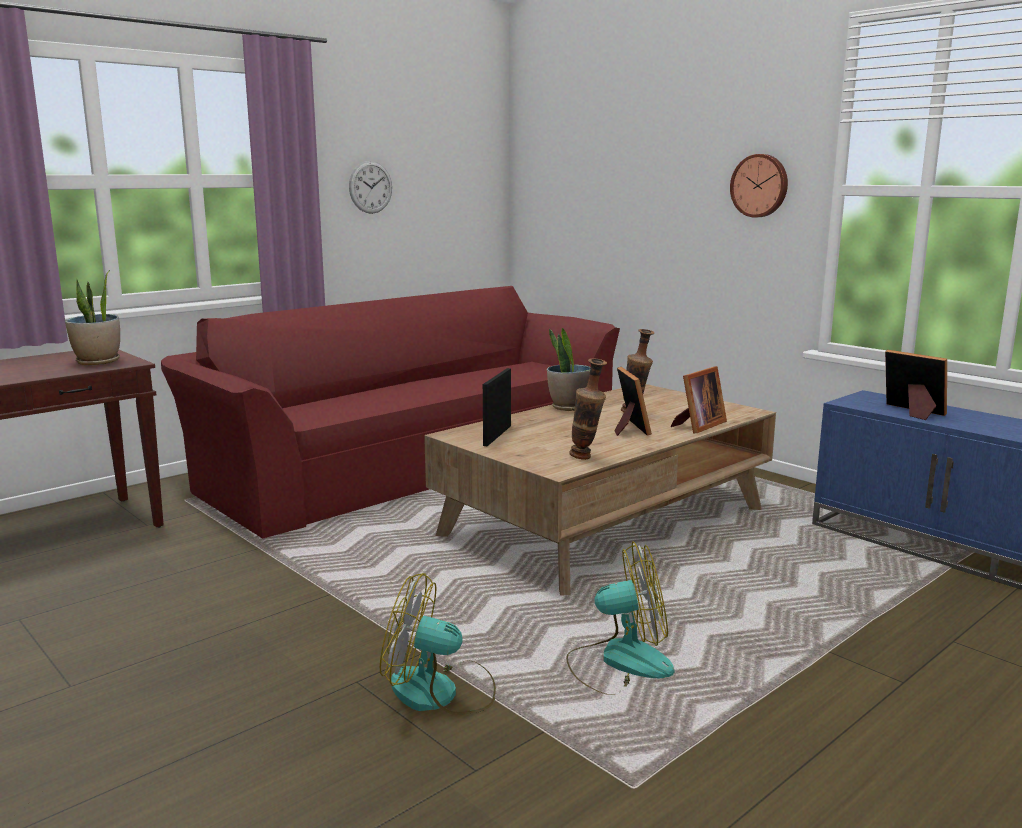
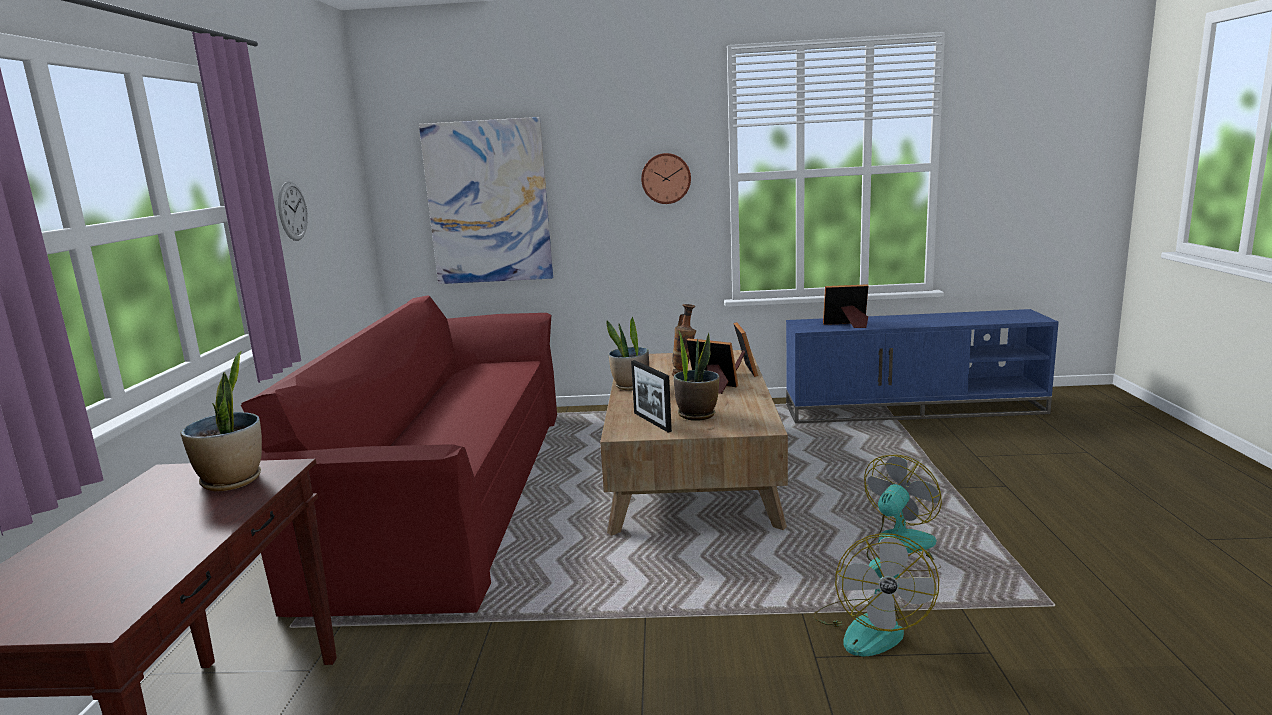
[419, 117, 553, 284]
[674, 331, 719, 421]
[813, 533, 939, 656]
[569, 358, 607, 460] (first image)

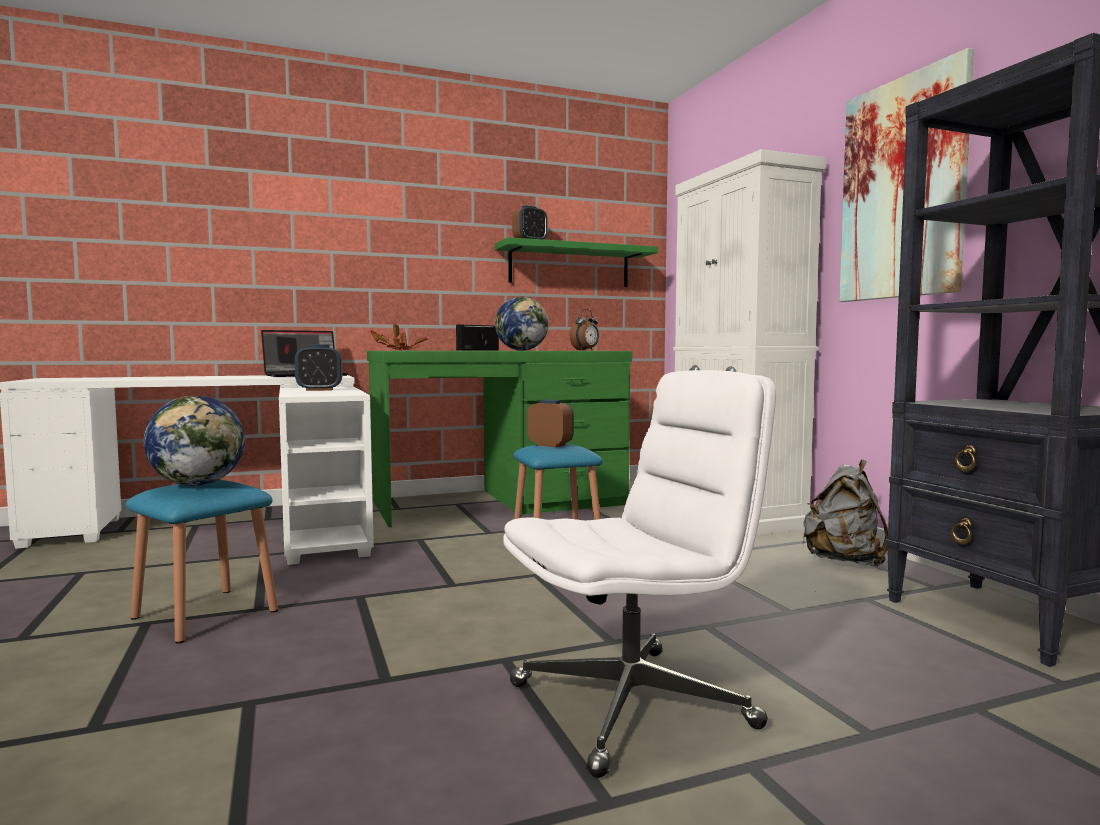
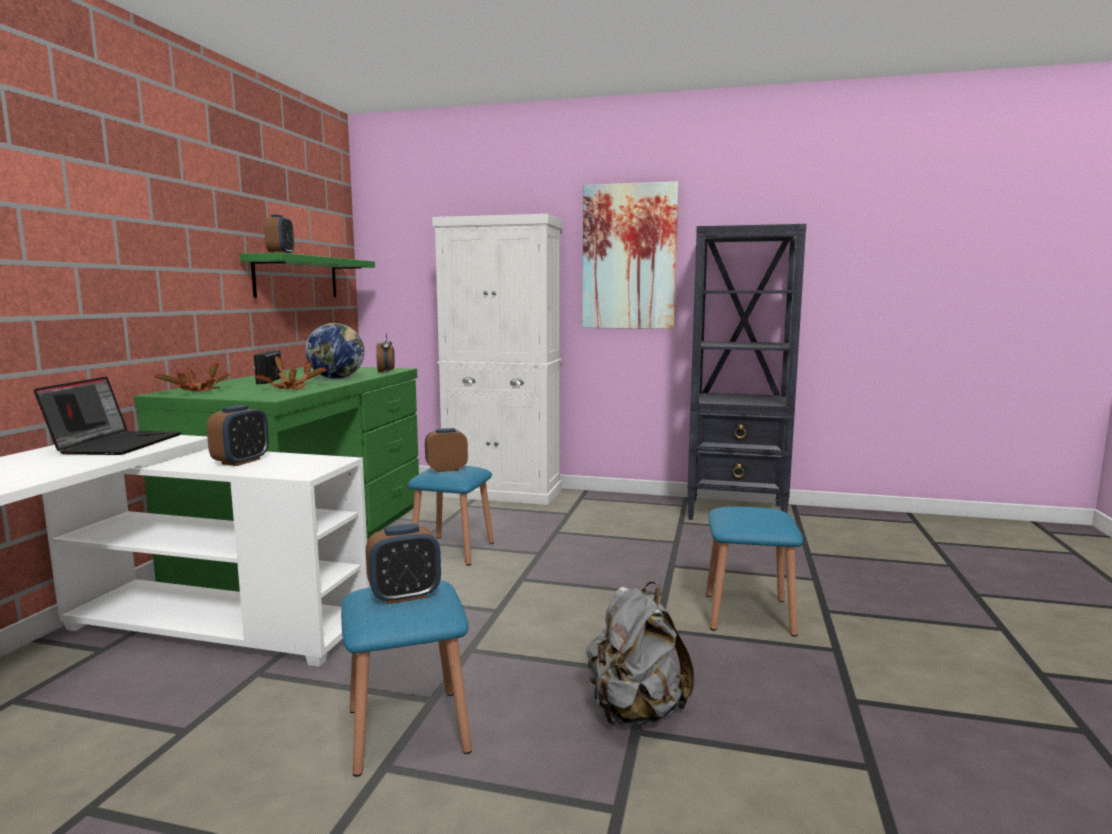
[255, 356, 327, 390]
[366, 524, 441, 604]
[586, 582, 694, 726]
[706, 507, 803, 636]

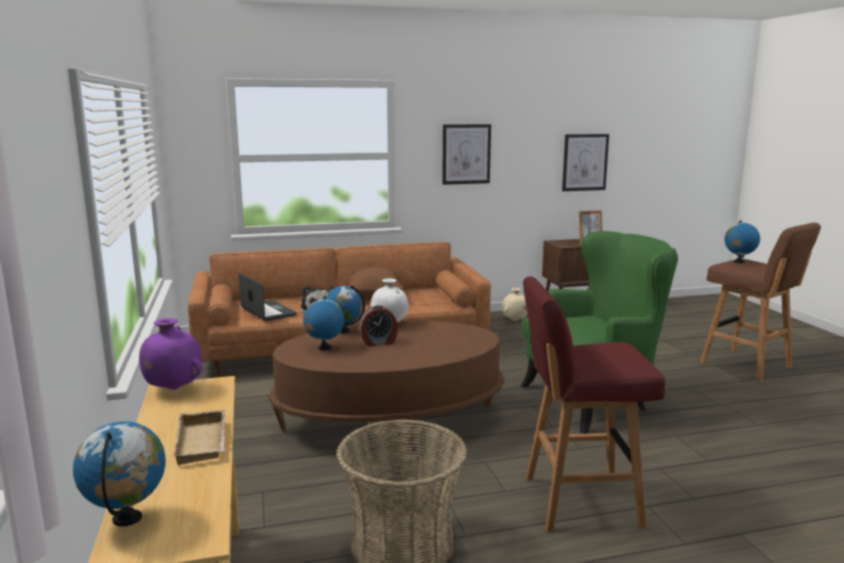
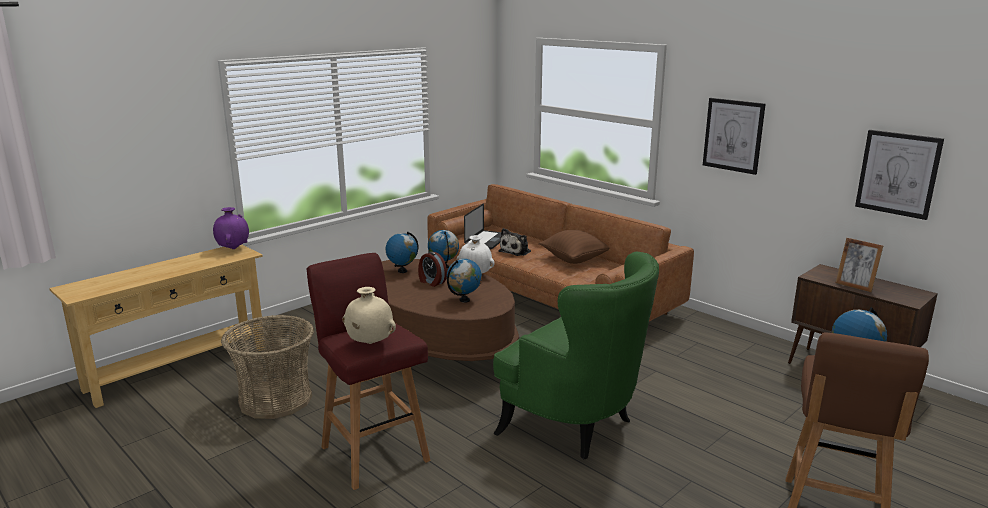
[342, 287, 396, 344]
[447, 259, 482, 303]
[173, 410, 225, 465] (first image)

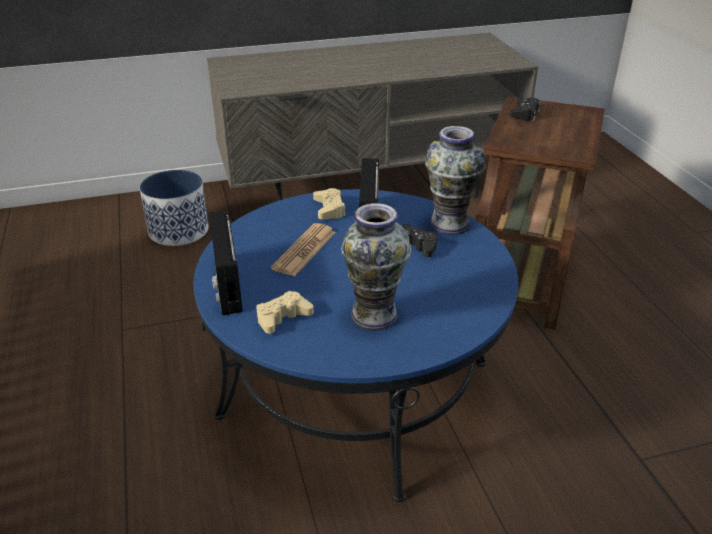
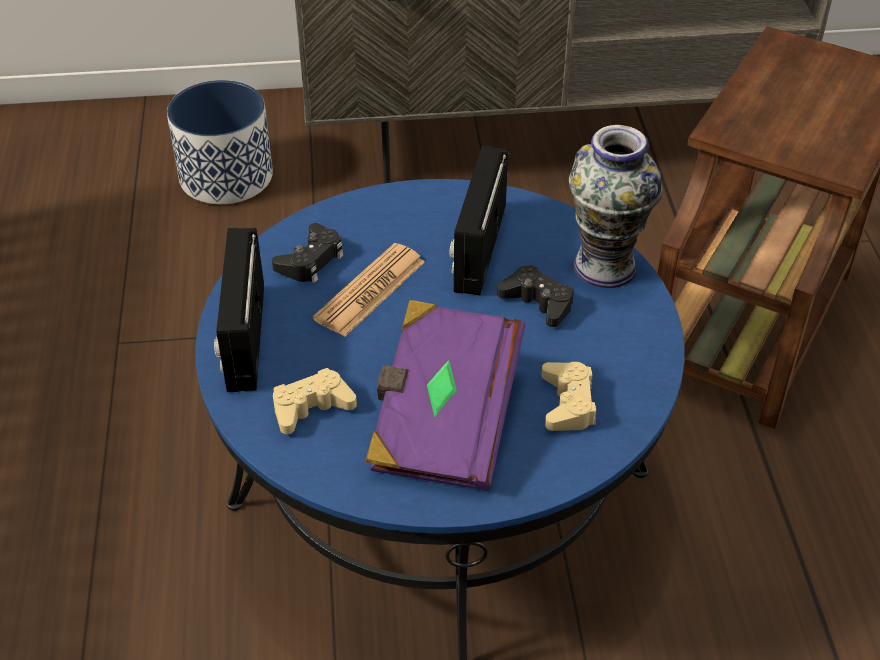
[272, 223, 344, 283]
[365, 300, 525, 491]
[541, 362, 597, 431]

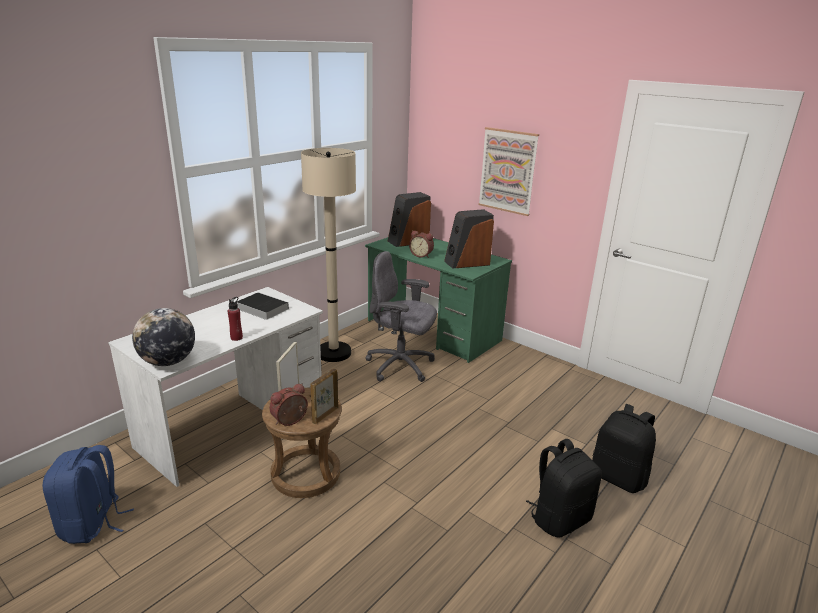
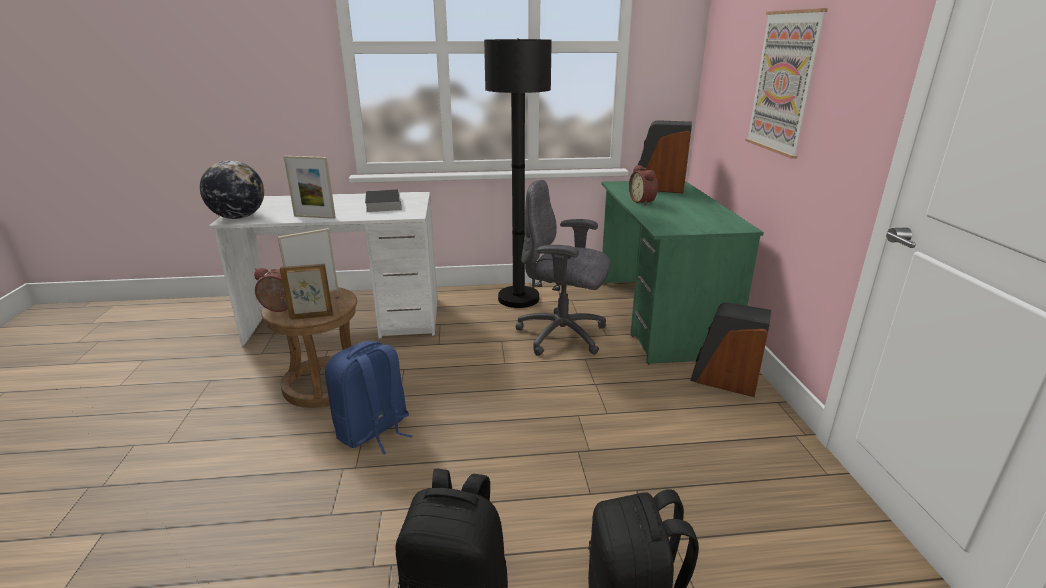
[283, 156, 336, 219]
[325, 341, 413, 455]
[484, 39, 552, 308]
[515, 180, 610, 356]
[690, 303, 771, 397]

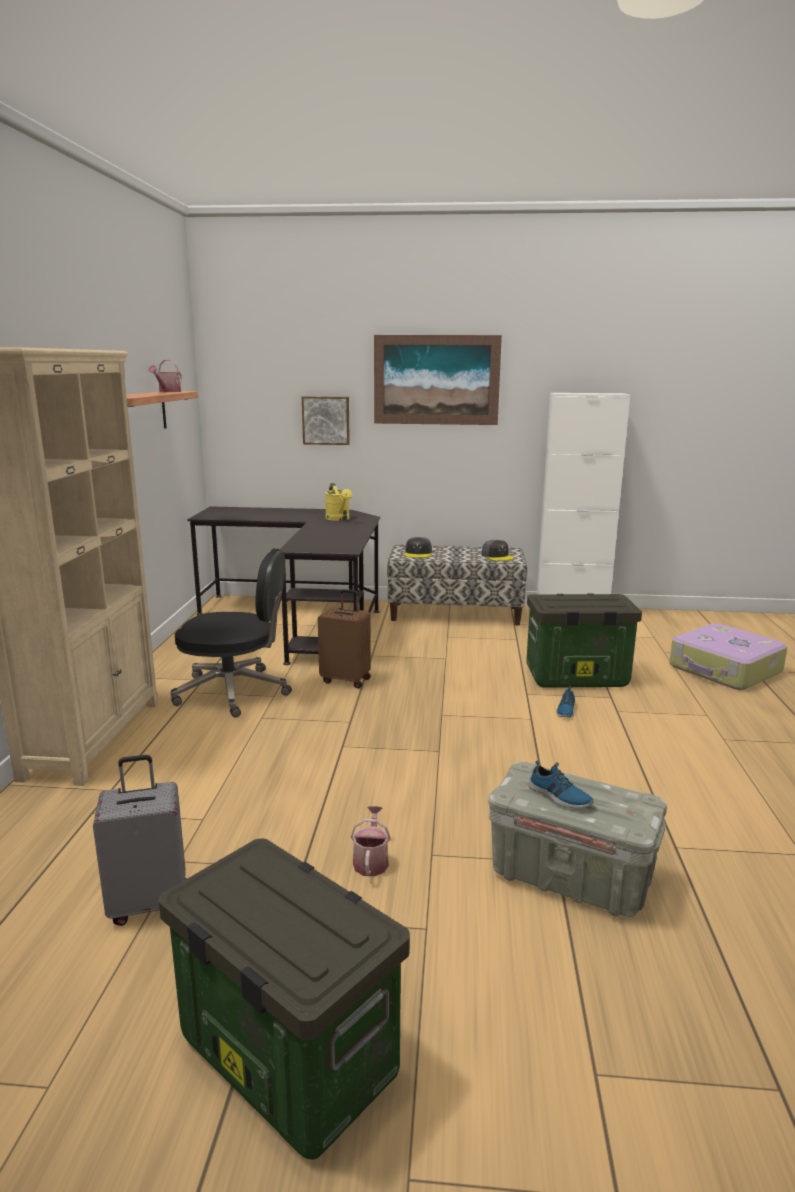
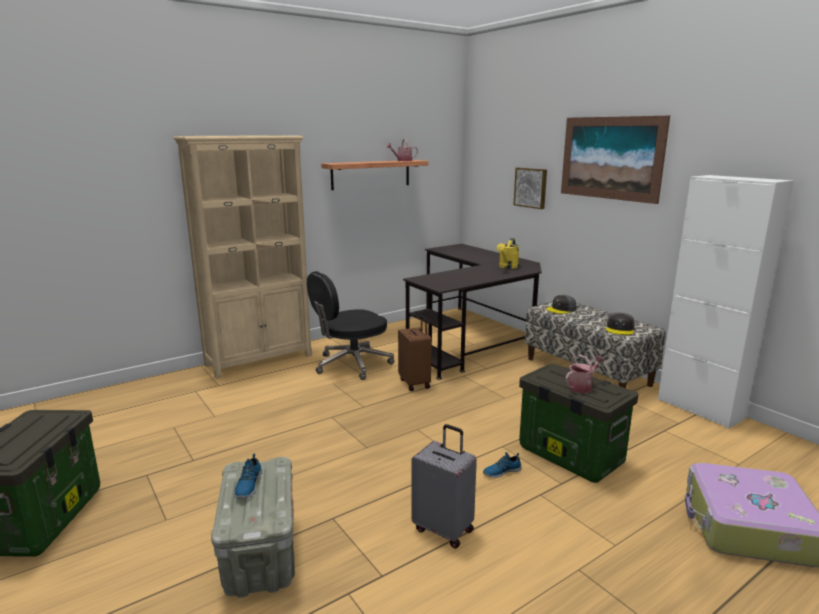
[307, 271, 394, 380]
[411, 424, 477, 549]
[565, 355, 604, 393]

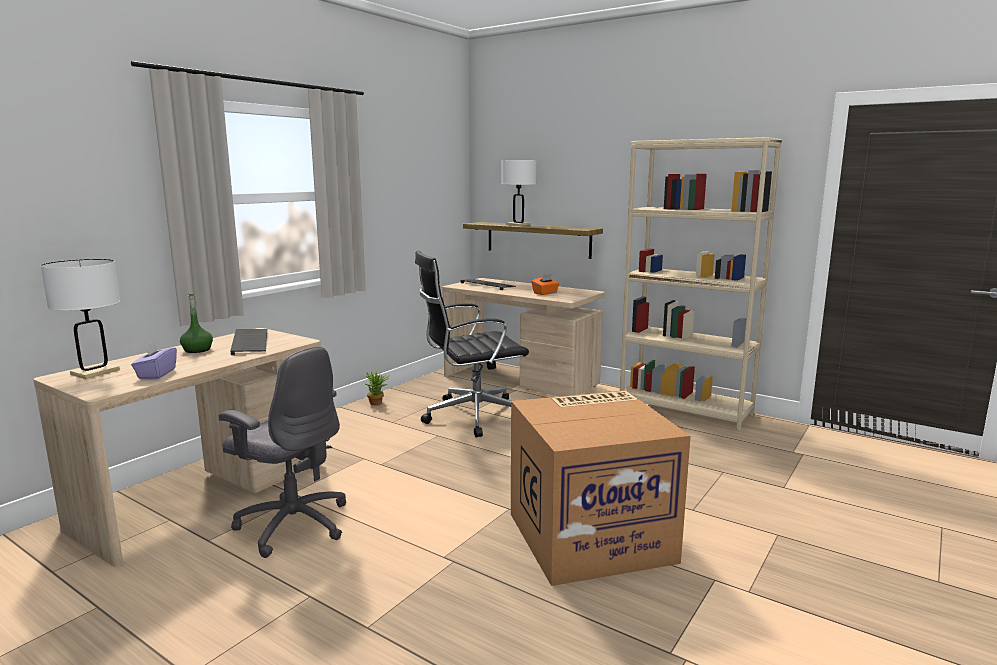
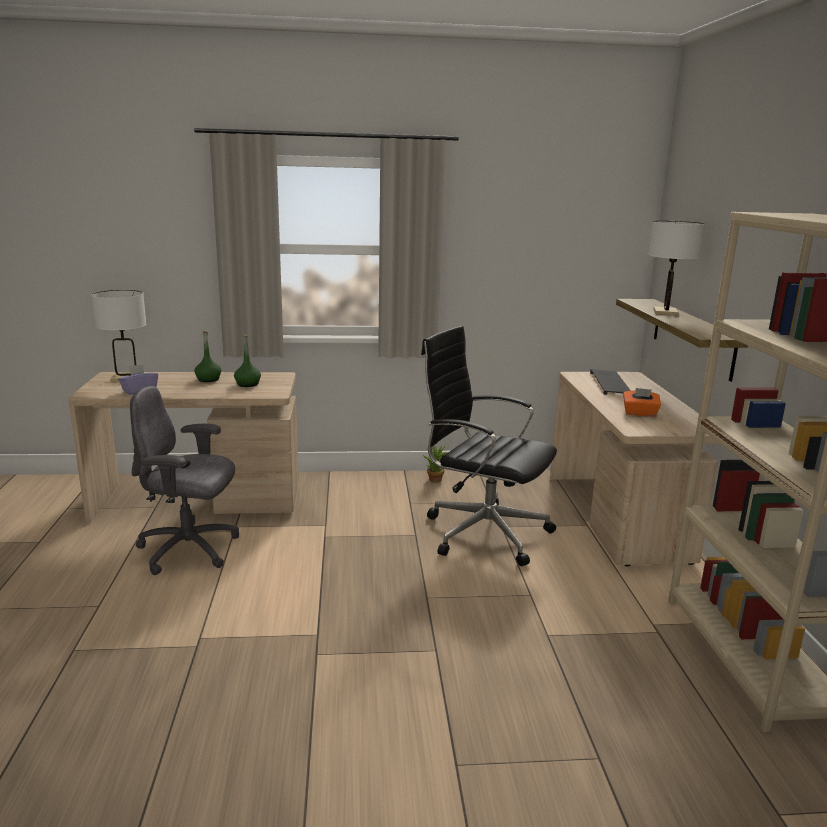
[130, 386, 239, 575]
[234, 335, 261, 387]
[511, 390, 691, 586] (first image)

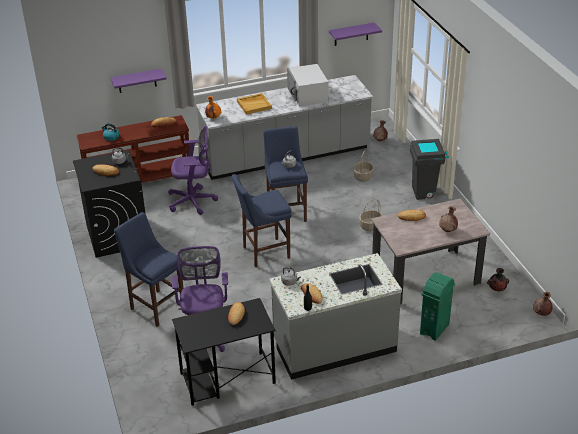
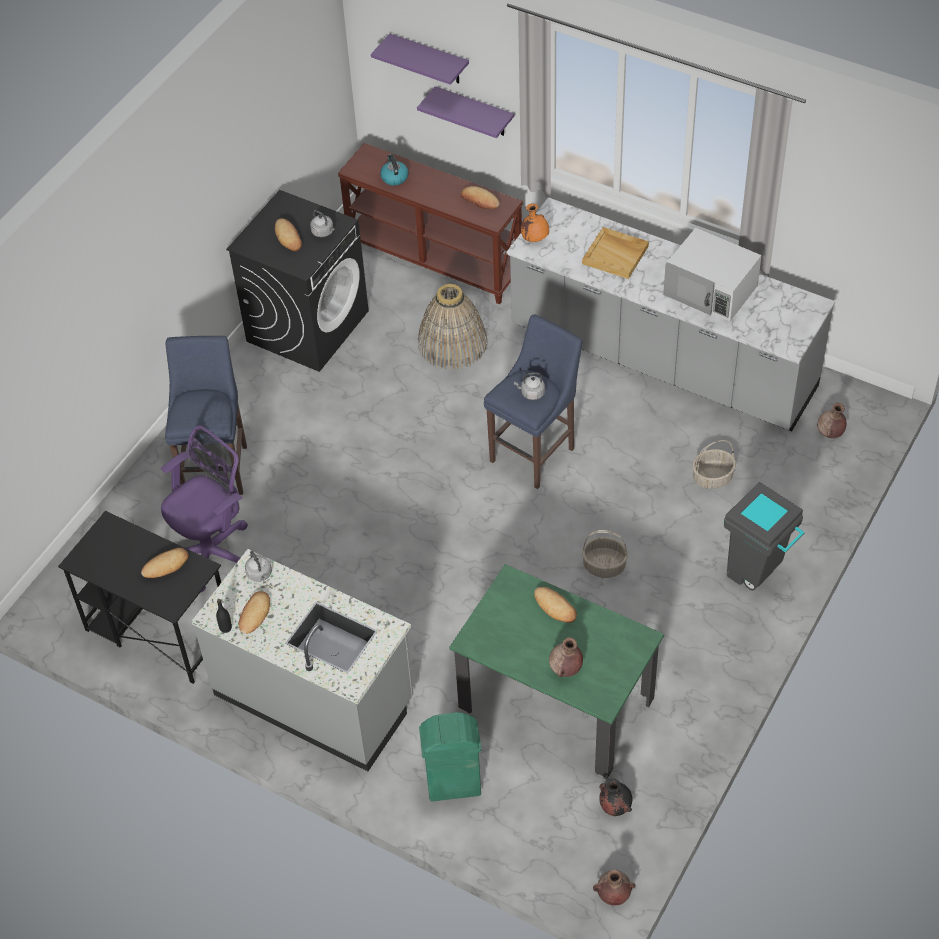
[371, 34, 469, 85]
[418, 284, 487, 370]
[449, 564, 664, 778]
[663, 228, 762, 321]
[232, 174, 292, 267] (first image)

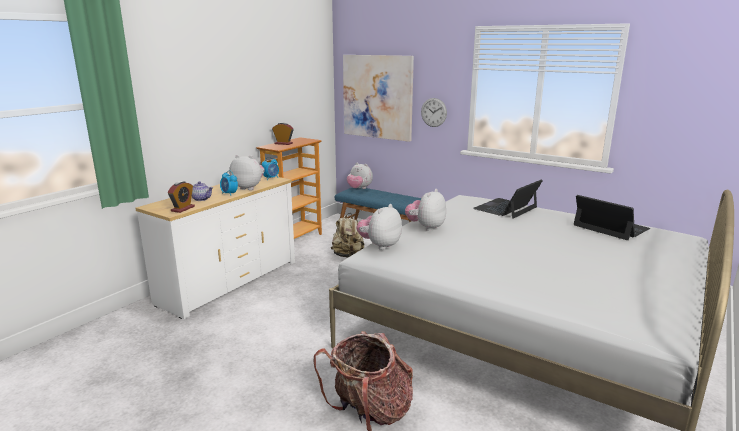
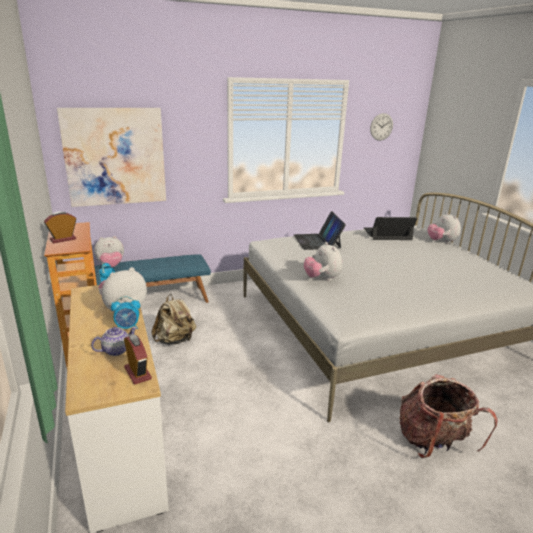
[370, 113, 393, 141]
[428, 212, 461, 244]

